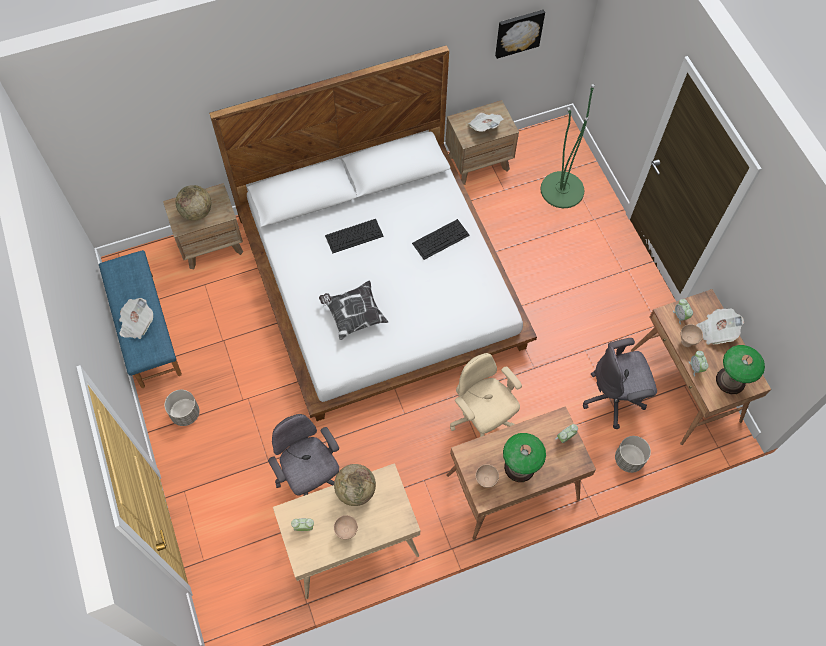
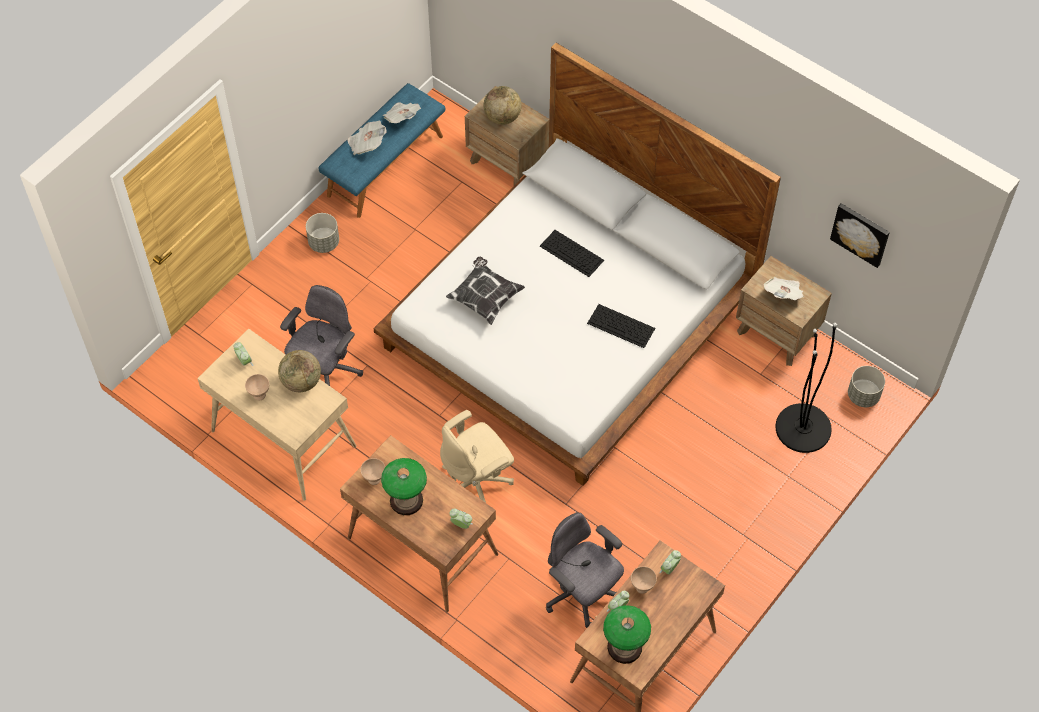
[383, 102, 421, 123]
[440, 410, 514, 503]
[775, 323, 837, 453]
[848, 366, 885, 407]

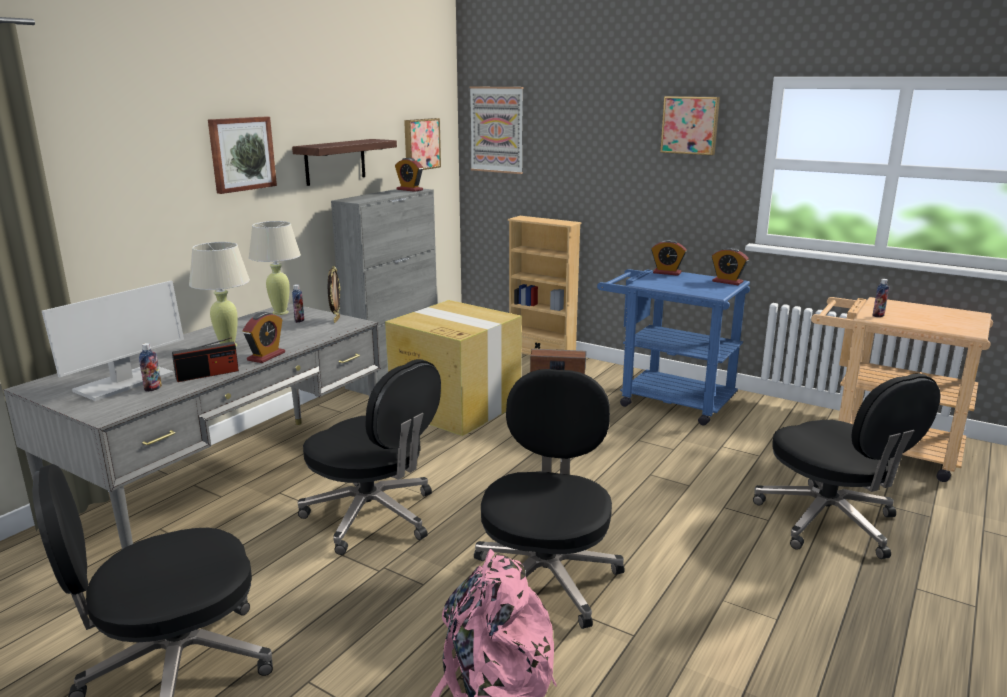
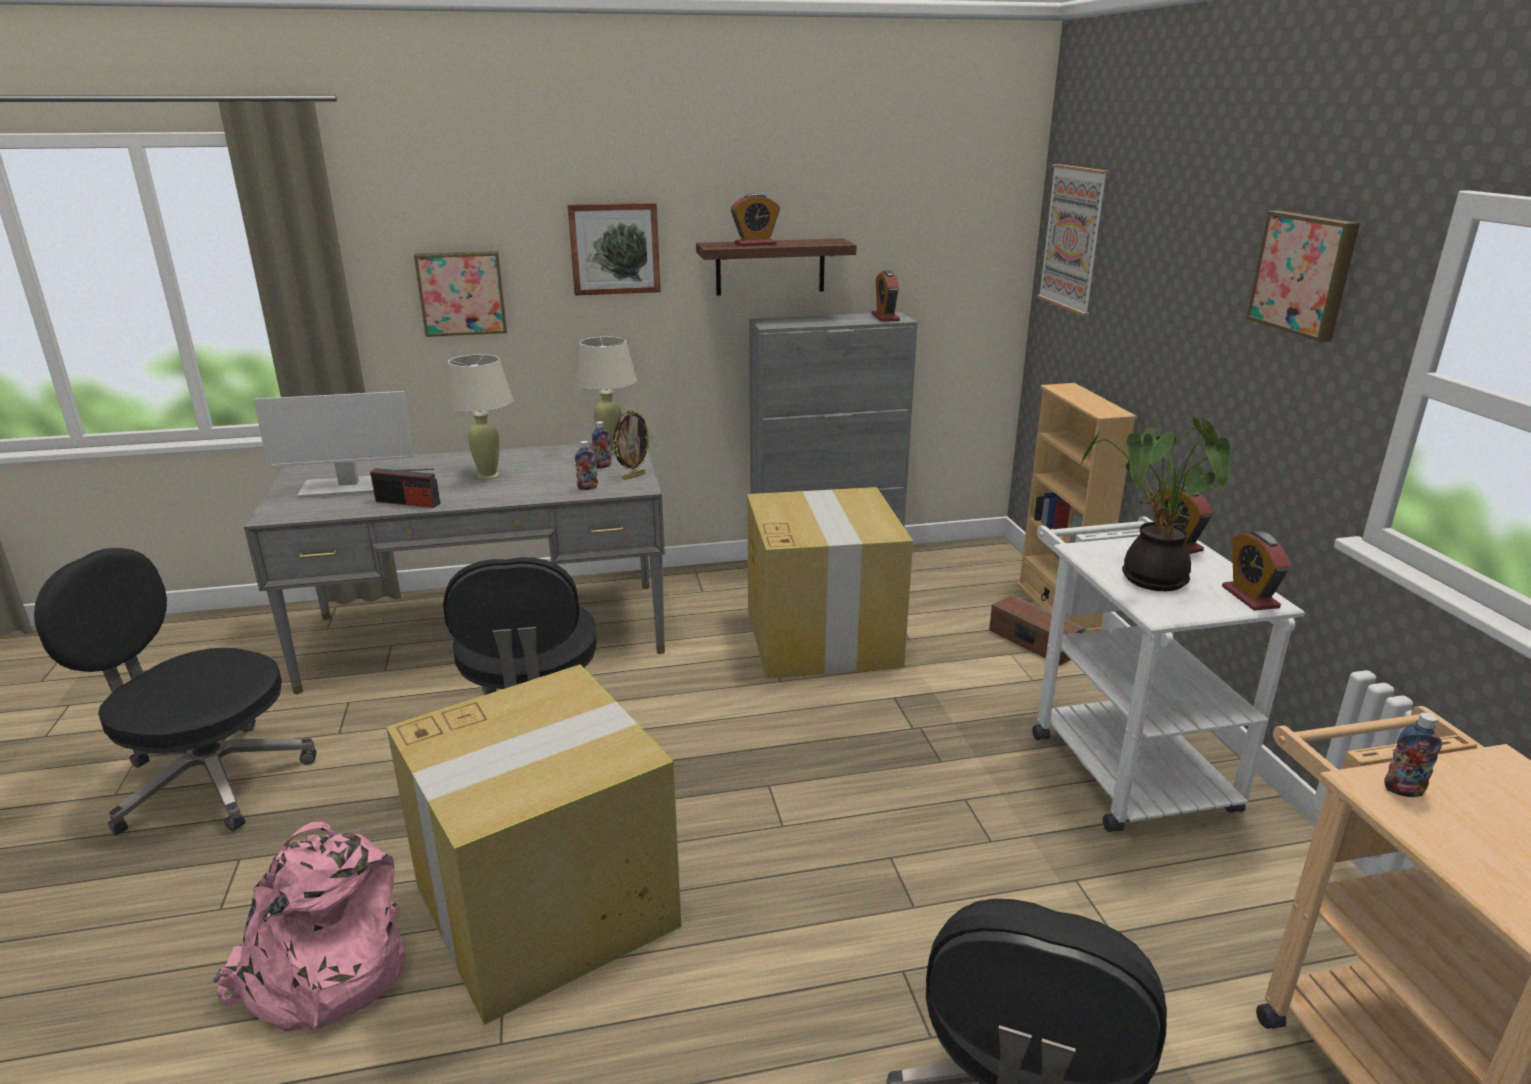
[386, 664, 681, 1025]
[414, 251, 507, 337]
[575, 441, 598, 490]
[731, 193, 780, 246]
[1032, 516, 1305, 832]
[1080, 418, 1230, 591]

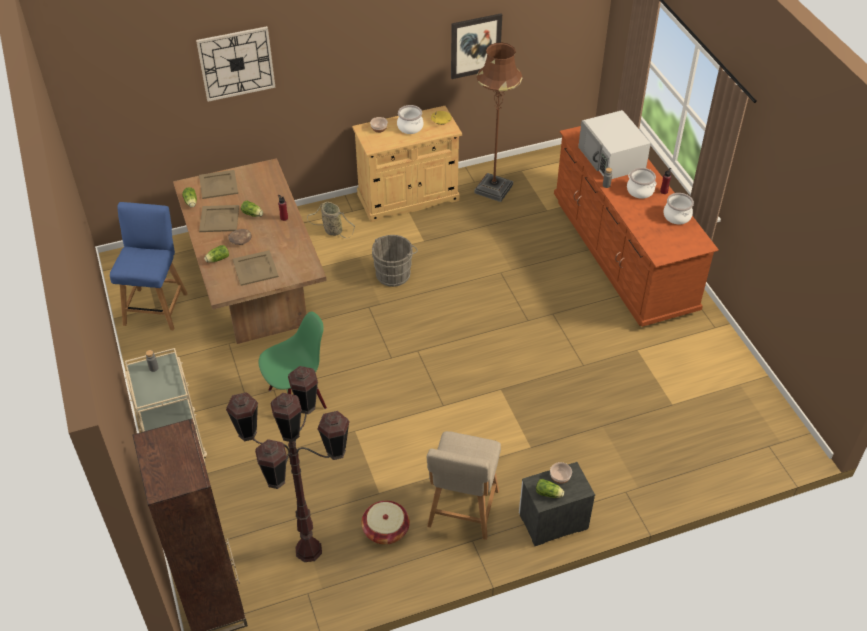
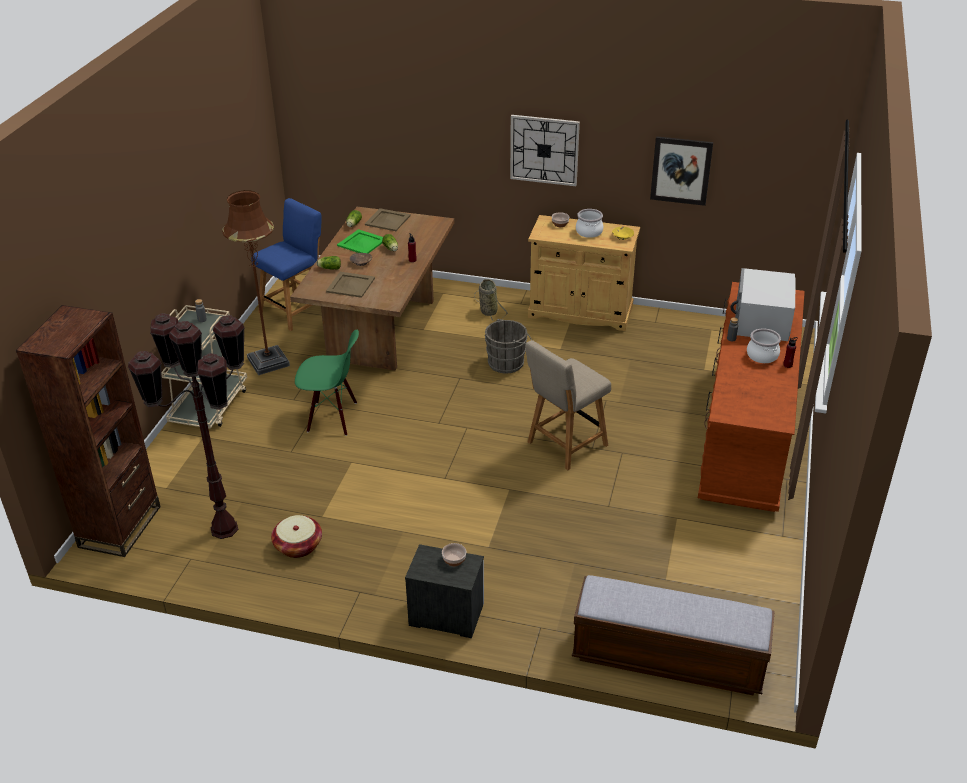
[222, 190, 290, 375]
[337, 229, 383, 253]
[510, 115, 580, 186]
[525, 340, 611, 470]
[572, 575, 775, 696]
[536, 479, 564, 498] (first image)
[663, 193, 694, 224] (first image)

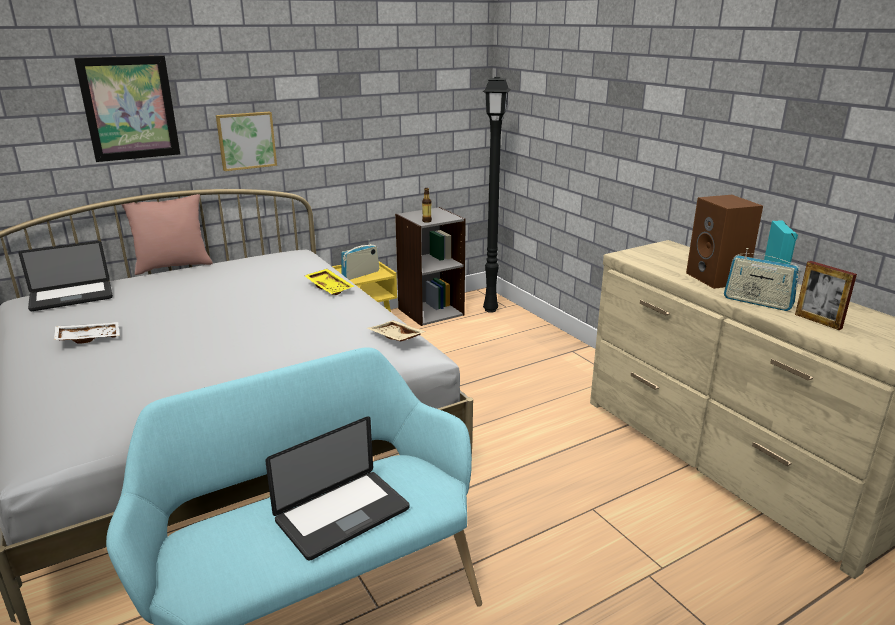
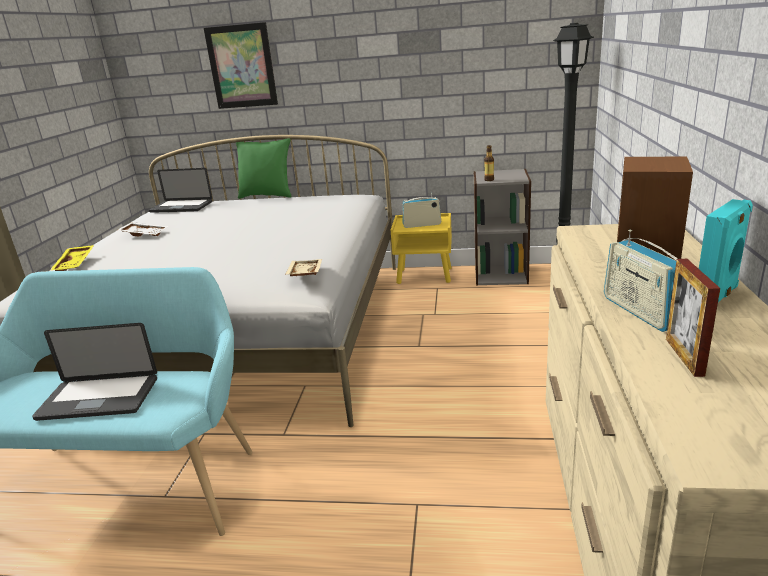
[50, 245, 94, 271]
[236, 139, 292, 199]
[216, 111, 277, 171] (first image)

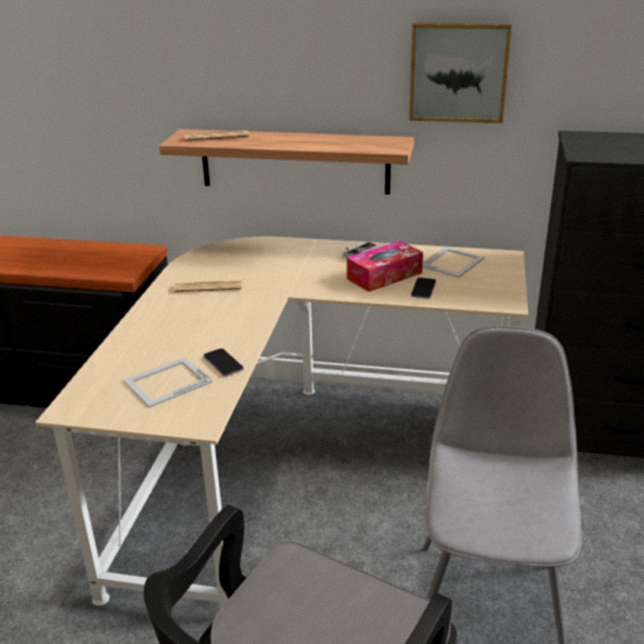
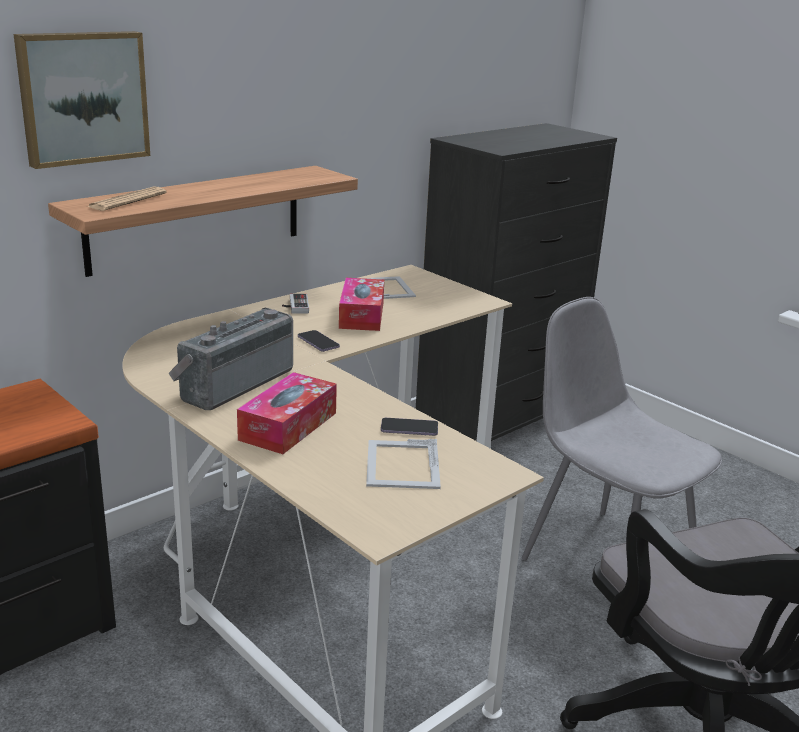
[14, 31, 150, 169]
[168, 308, 293, 410]
[237, 372, 337, 454]
[298, 330, 340, 352]

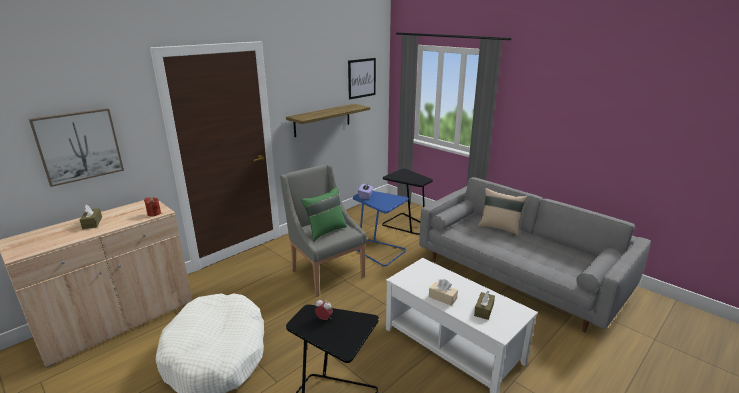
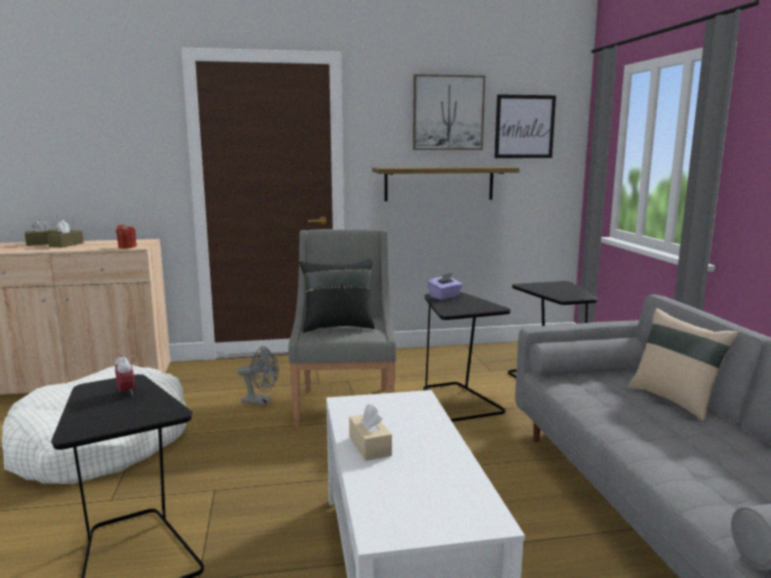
[25, 219, 58, 246]
[237, 347, 279, 406]
[299, 259, 375, 332]
[413, 74, 485, 150]
[423, 292, 511, 422]

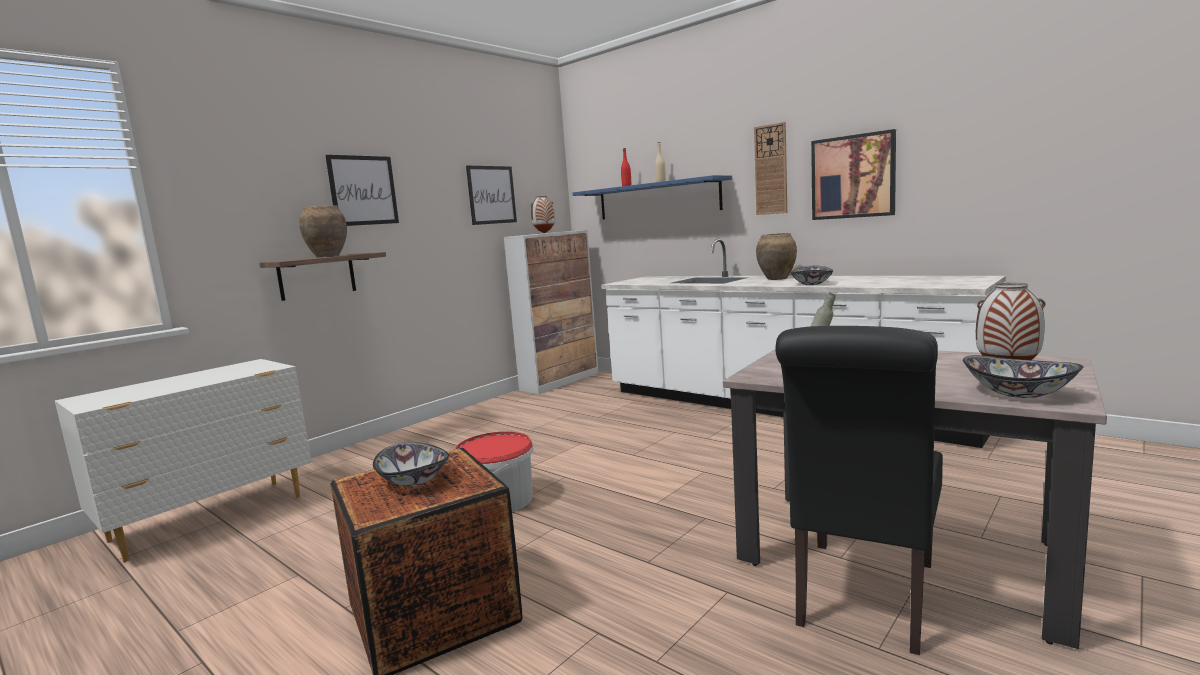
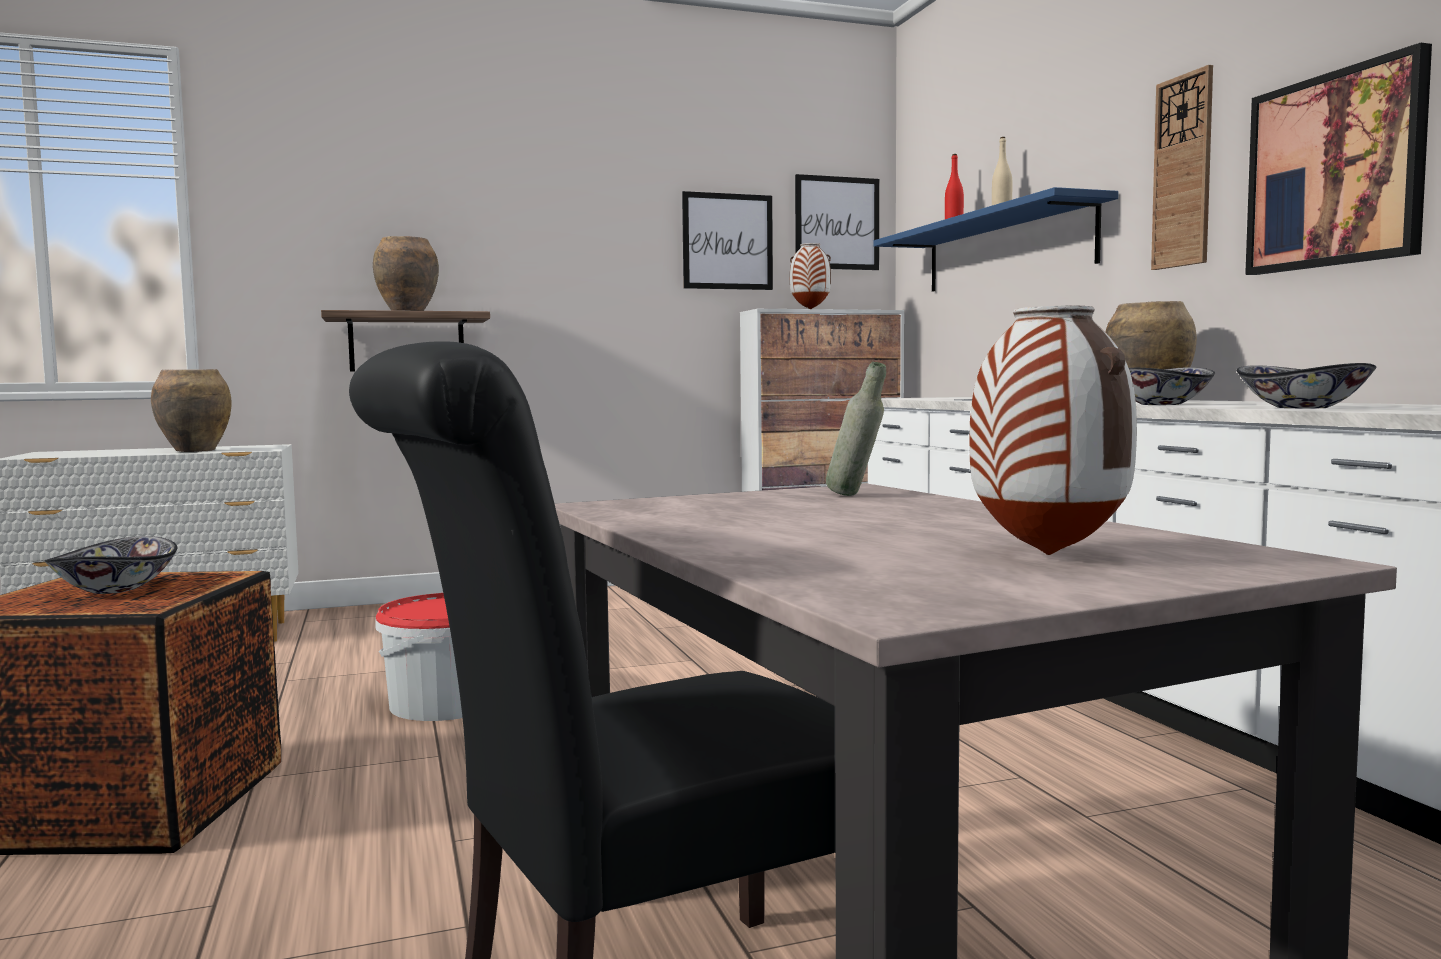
[151, 369, 232, 452]
[795, 174, 879, 270]
[1236, 363, 1376, 408]

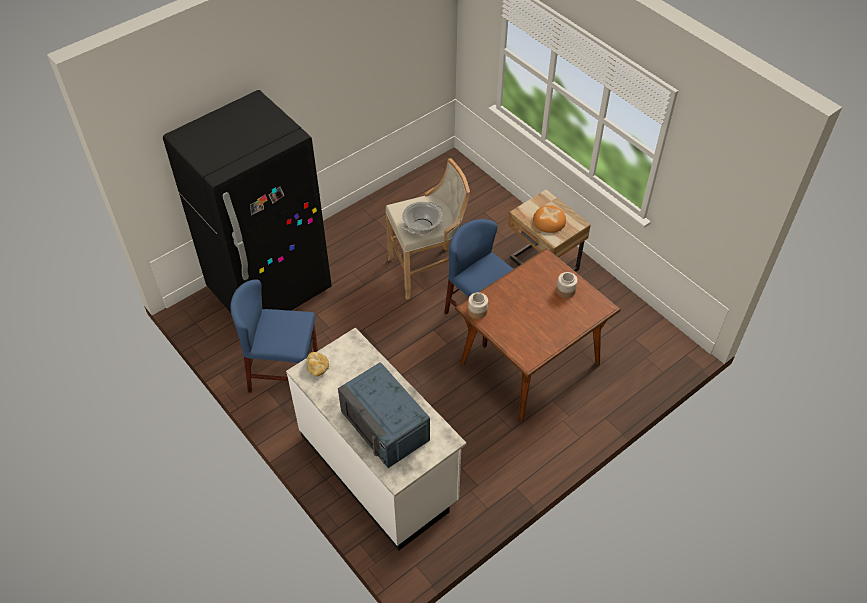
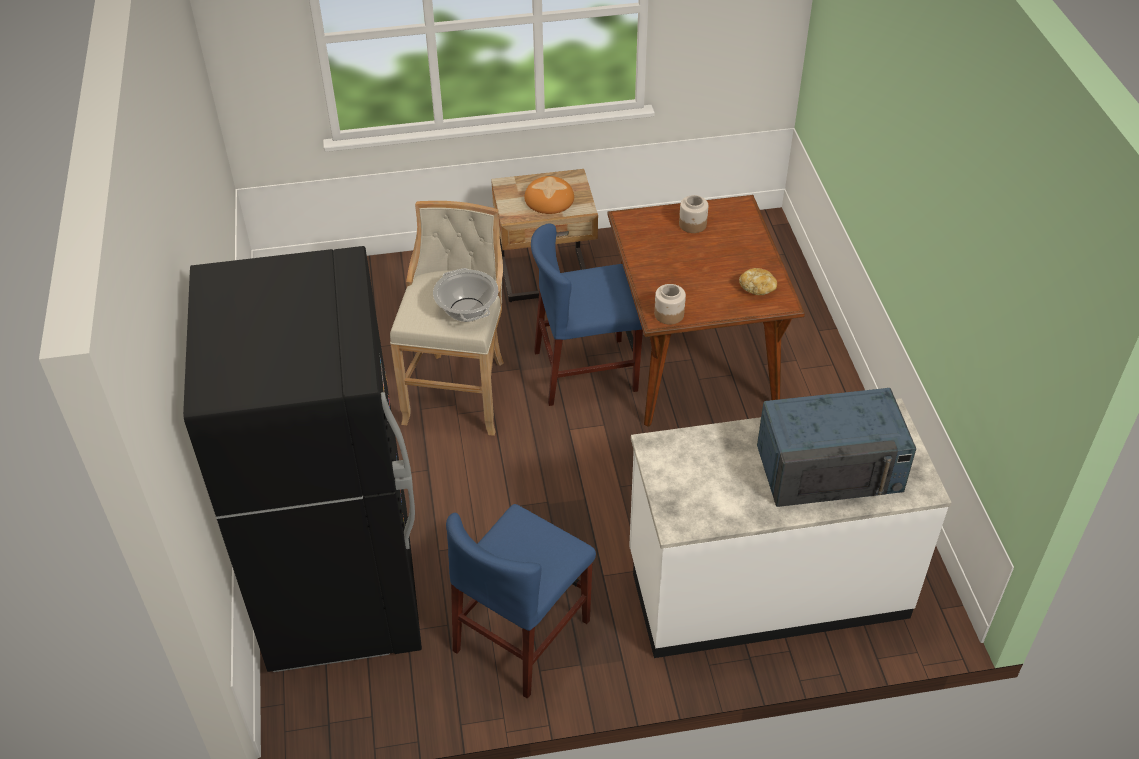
[739, 268, 777, 295]

